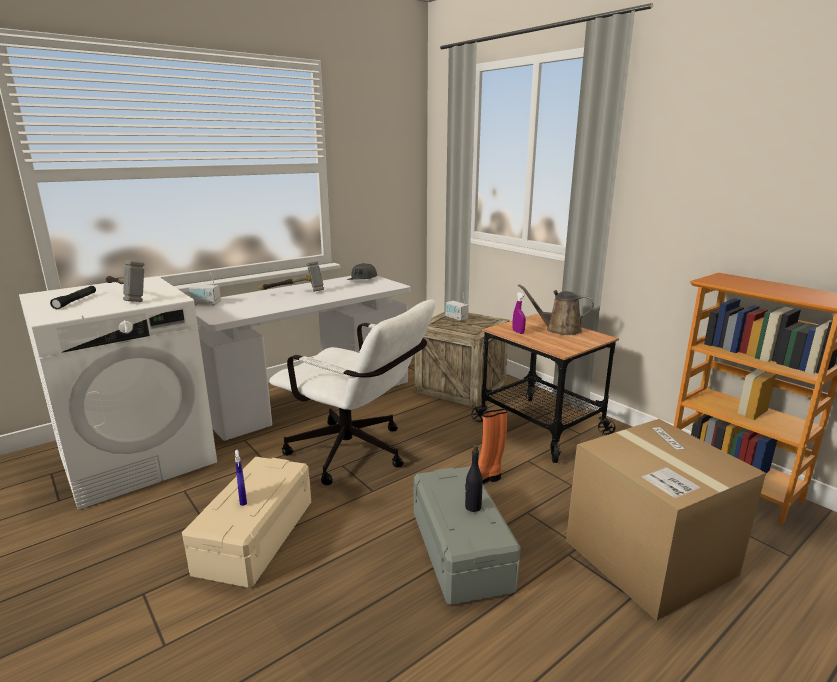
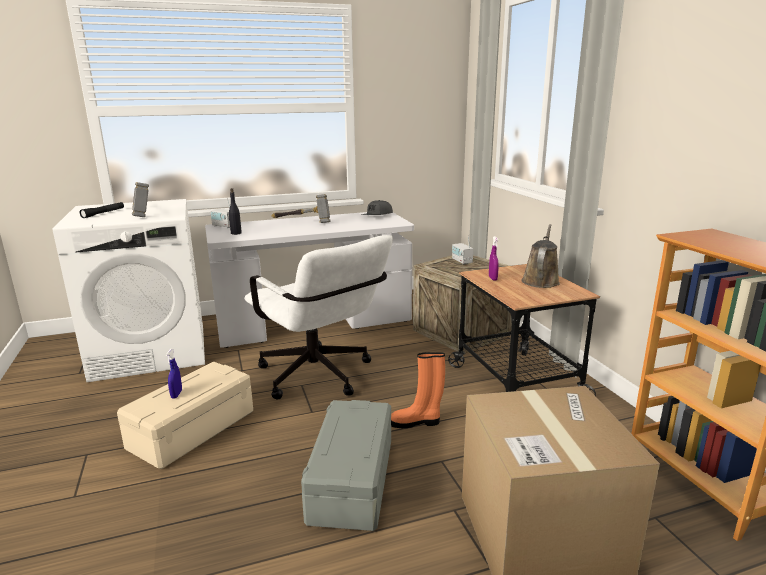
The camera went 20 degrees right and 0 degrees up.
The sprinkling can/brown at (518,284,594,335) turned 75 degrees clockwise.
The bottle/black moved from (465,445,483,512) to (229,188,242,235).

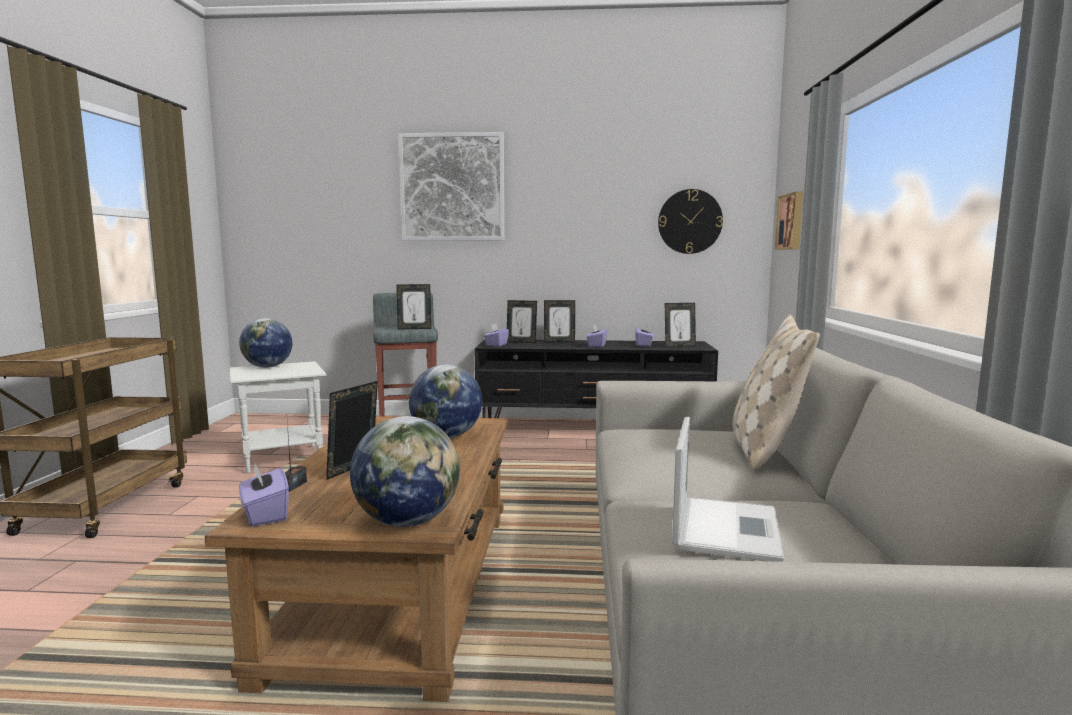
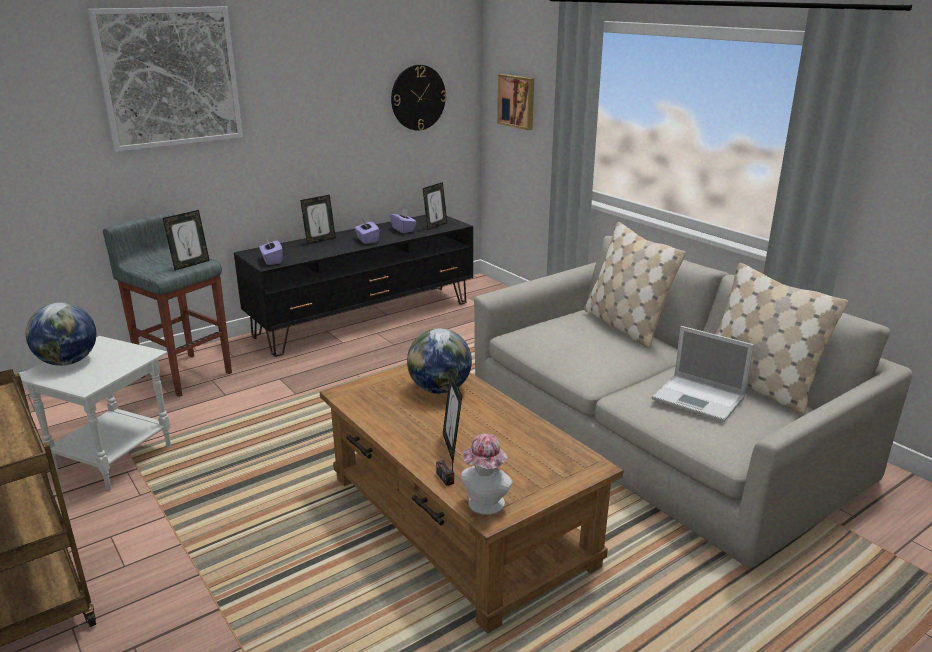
The camera went 40 degrees left and 15 degrees up.
The photo frame at (507,300,537,343) disappeared.
The globe at (350,416,460,527) disappeared.
The laptop at (672,417,784,562) turned 150 degrees clockwise.
The tissue holder/purple at (239,462,289,527) was replaced by the wearable hat at (461,433,513,515).
The cushion/beige at (715,263,848,414) appeared.

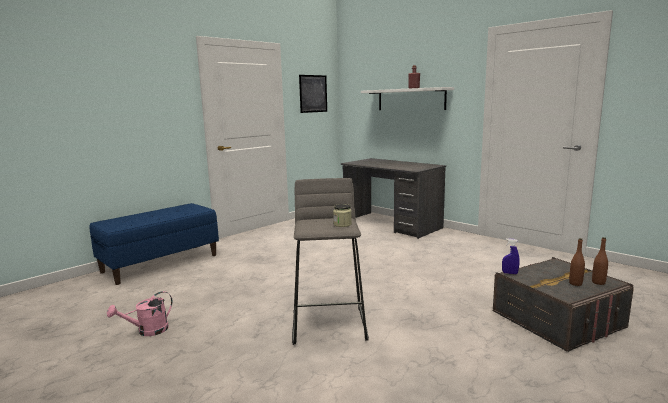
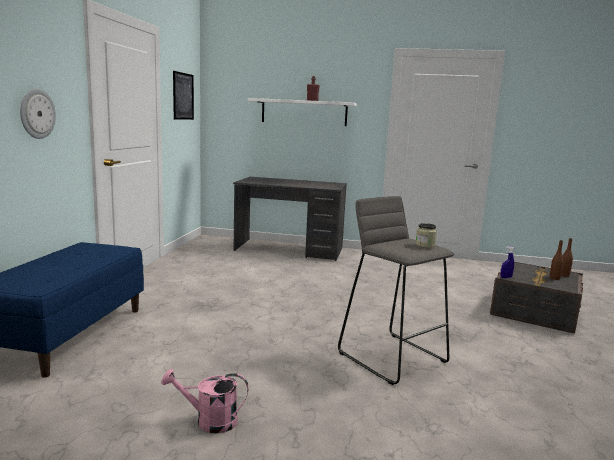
The camera went 35 degrees left and 0 degrees up.
The sprinkling can/pink at (107,291,173,336) turned 75 degrees clockwise.
The hanging clock at (20,89,56,139) appeared.

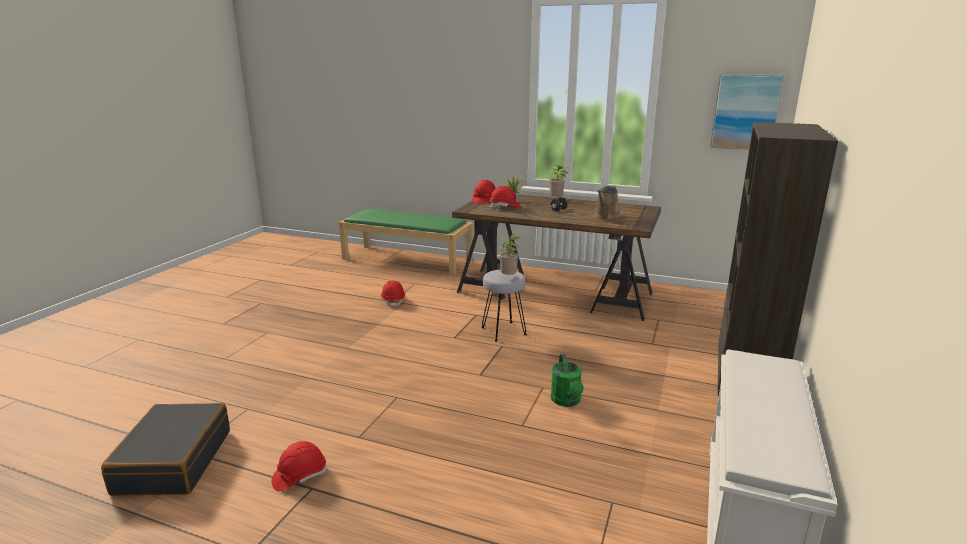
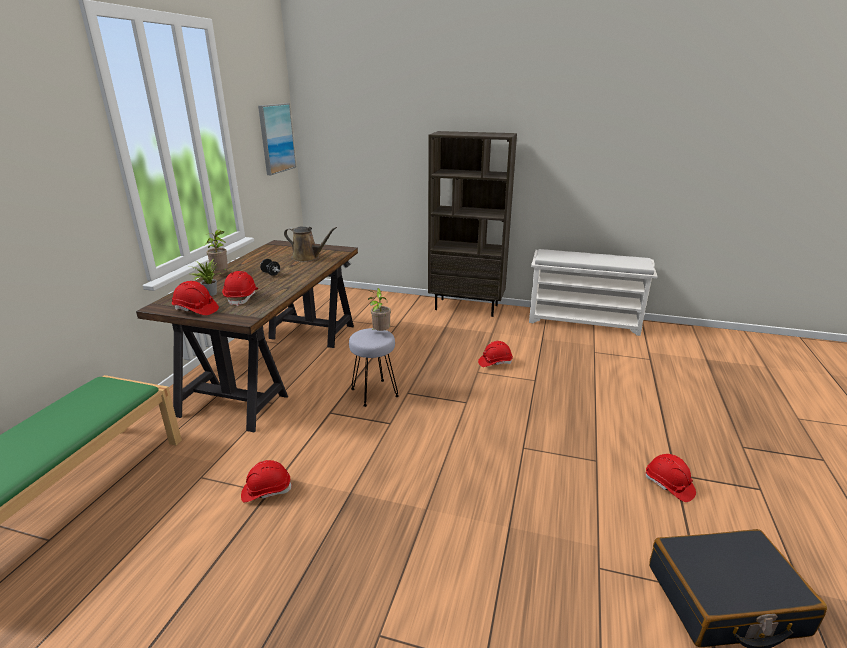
The camera went 95 degrees left and 5 degrees up.
The sprinkling can/greenish at (551,354,584,407) was replaced by the work helmet/reddish at (478,341,513,367).

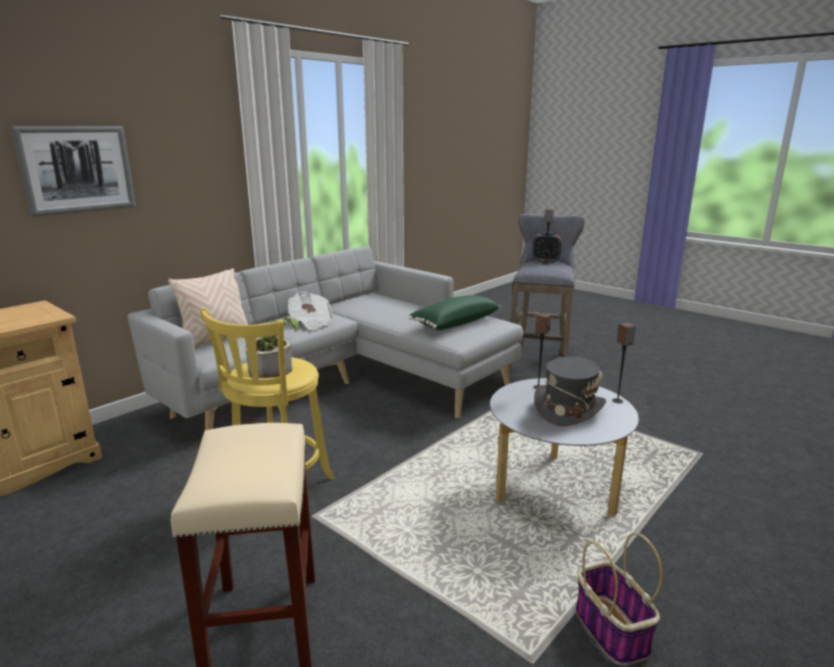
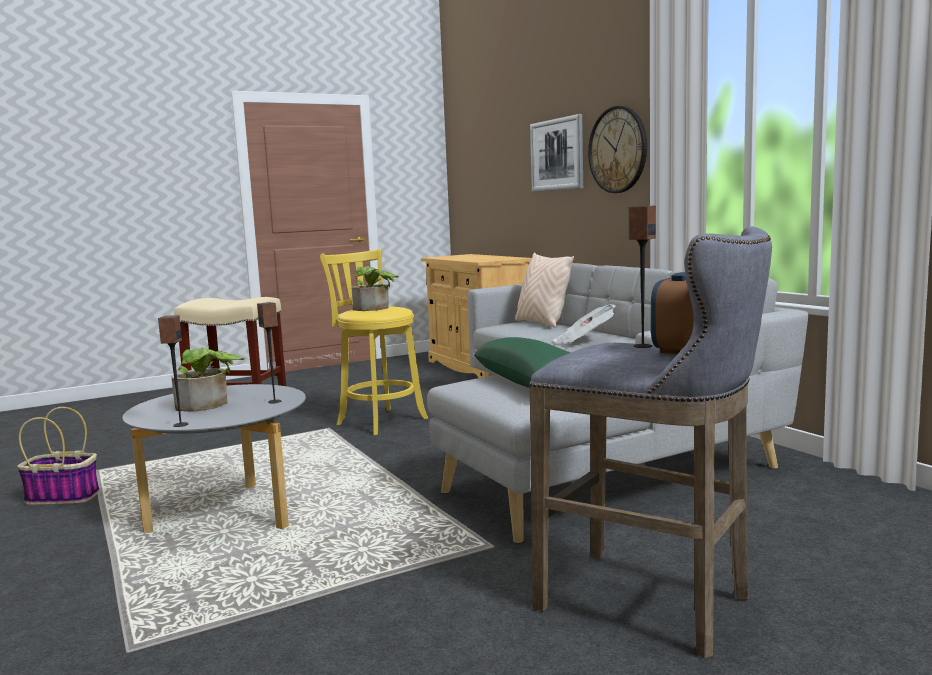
The camera went 110 degrees right and 10 degrees down.
The wearable hat/grey at (534,357,606,426) was replaced by the houseplant at (171,348,245,412).
The hanging clock at (588,106,647,193) appeared.

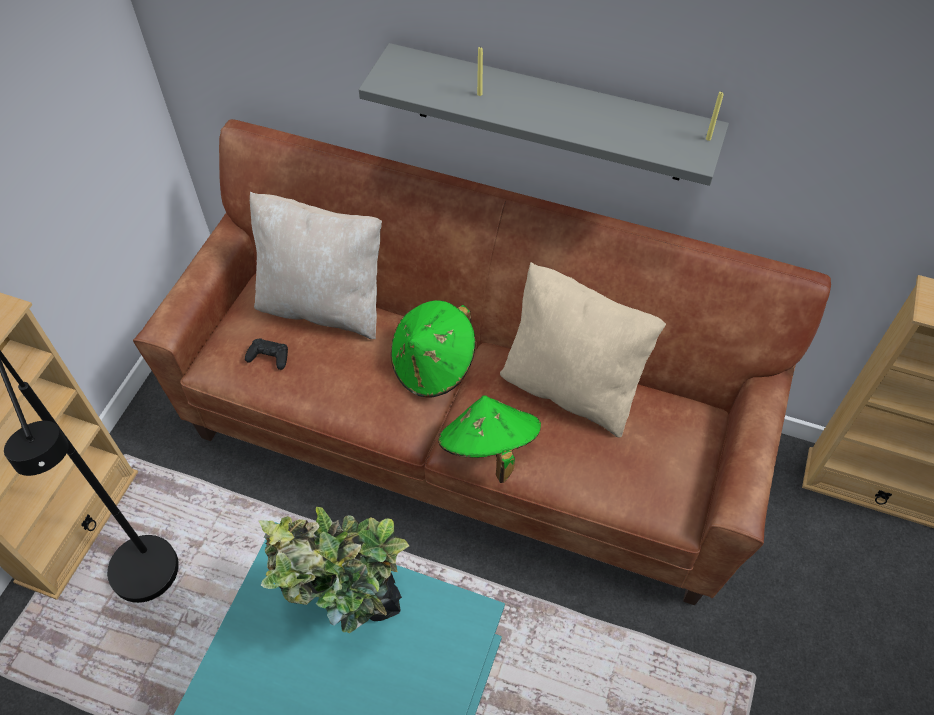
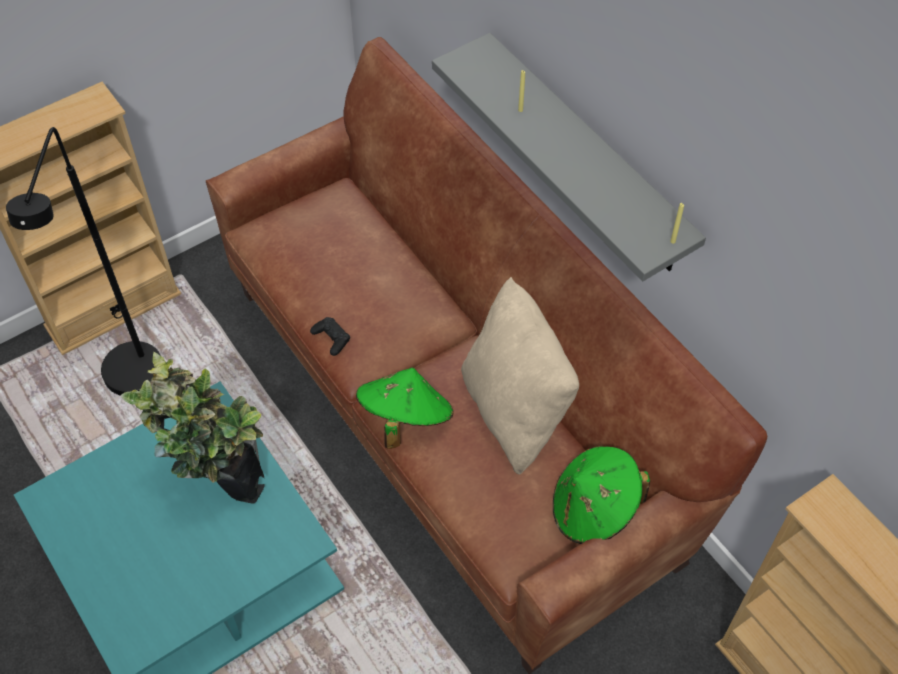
The camera went 35 degrees right and 0 degrees up.
The cushion/beige at (250,192,382,339) disappeared.
The wearable hat/greenish moved from (391,300,475,398) to (553,447,650,544).
The joypad/black moved from (245,338,288,370) to (310,317,350,356).

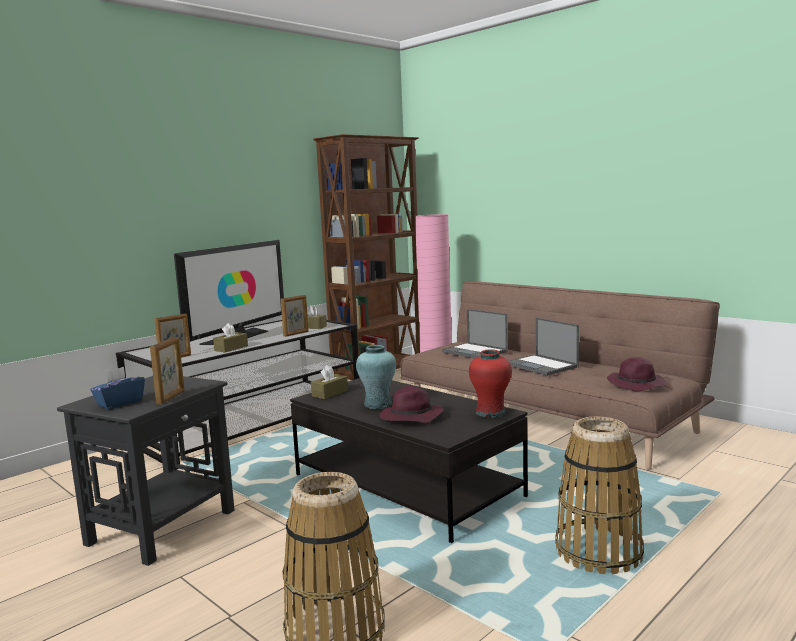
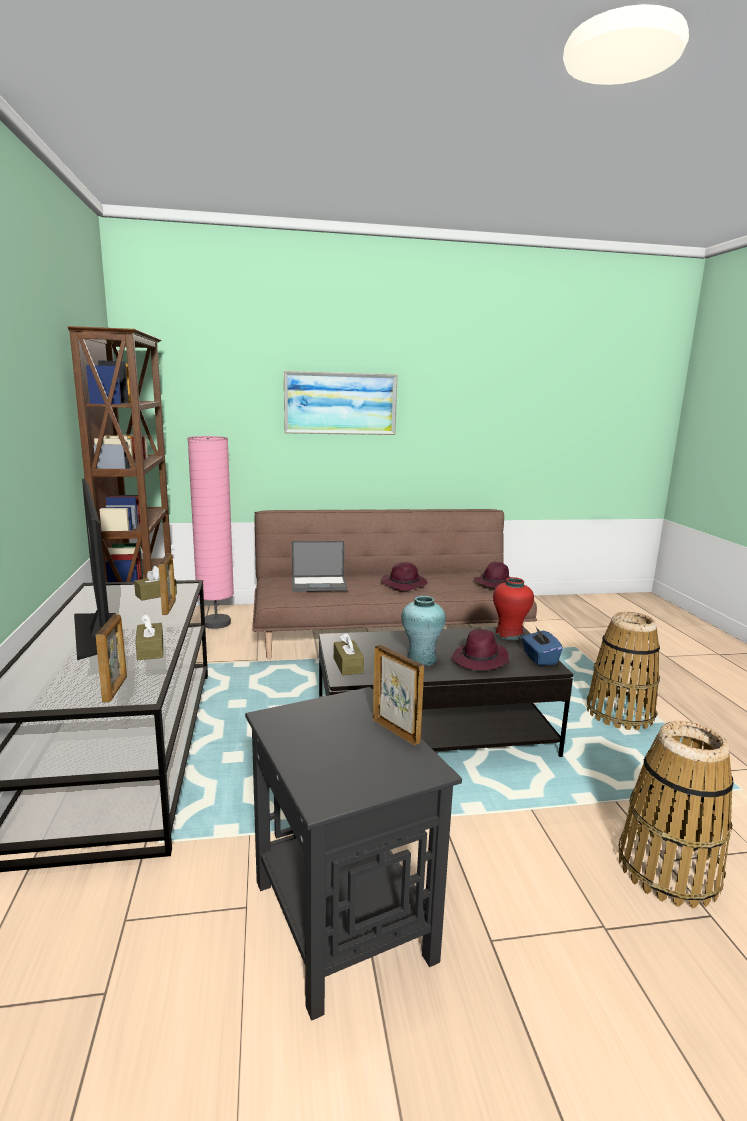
The camera went 55 degrees left and 5 degrees up.
The laptop at (509,317,579,376) was replaced by the wearable hat/purple at (381,562,427,591).
The tissue holder/blue-coloured moved from (91,367,145,409) to (522,627,563,666).
The picture at (284,371,398,435) appeared.

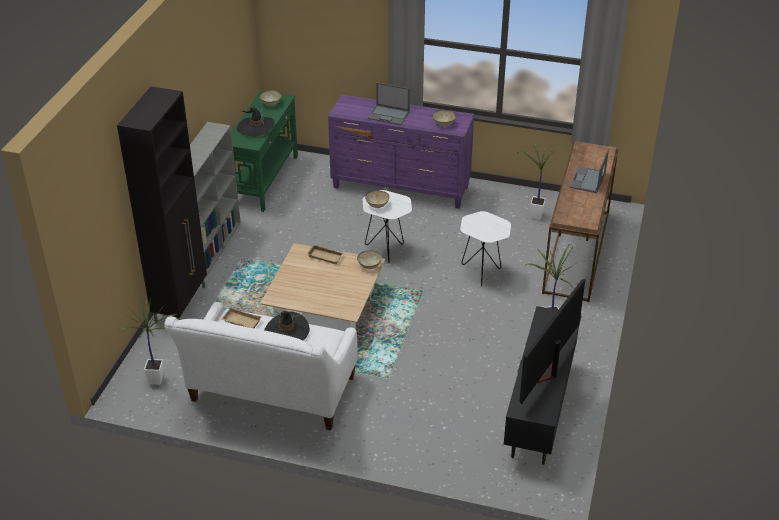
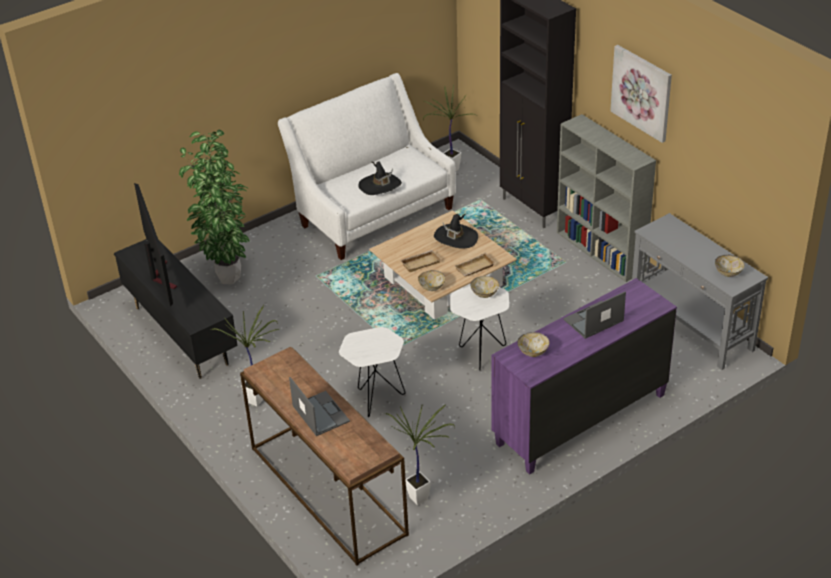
The camera went 130 degrees right and 0 degrees up.
The hall table/greenish at (231,91,298,212) became the hall table/grey at (632,213,768,370).
The wearable hat/black moved from (237,106,275,136) to (434,214,478,249).
The tray/beige moved from (221,307,262,328) to (400,250,441,272).
The picture at (610,45,672,143) appeared.
The houseplant at (179,130,249,284) appeared.

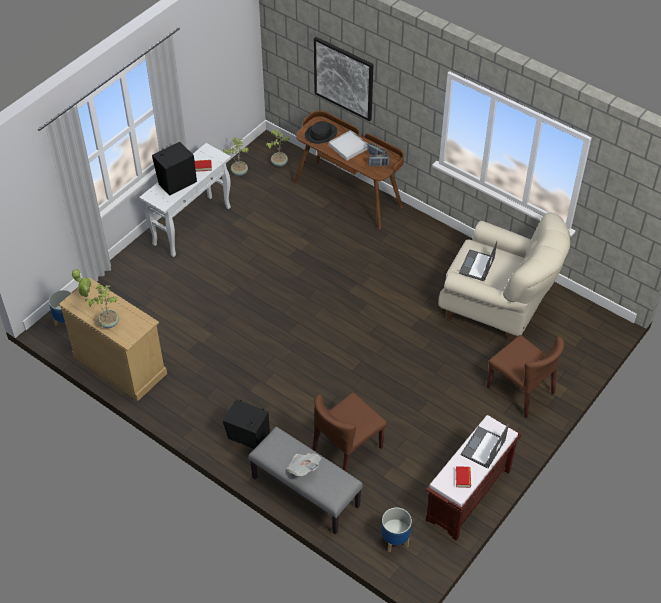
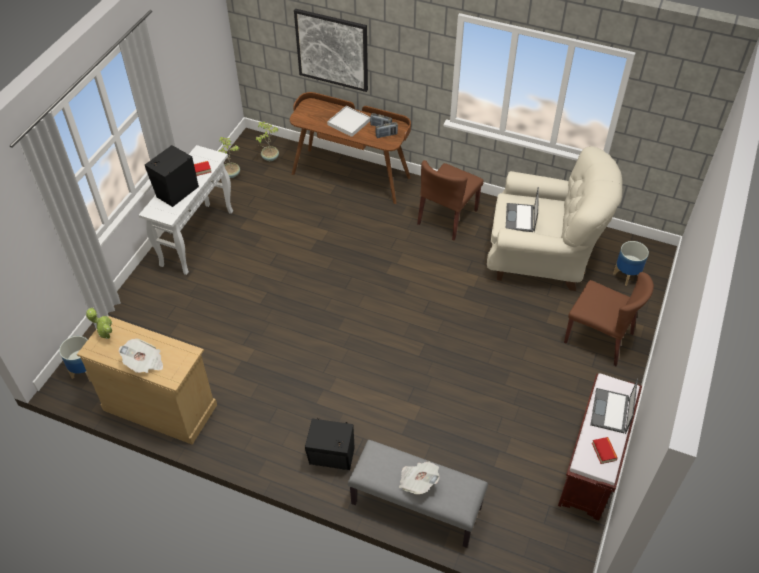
The camera went 15 degrees left and 0 degrees up.
The wearable hat/black at (305,121,337,144) disappeared.
The houseplant at (85,284,119,328) was replaced by the newspaper at (119,338,163,373).
The plain chair/brown moved from (312,392,387,472) to (417,160,484,240).
The plant pot moved from (381,507,412,553) to (613,241,649,286).

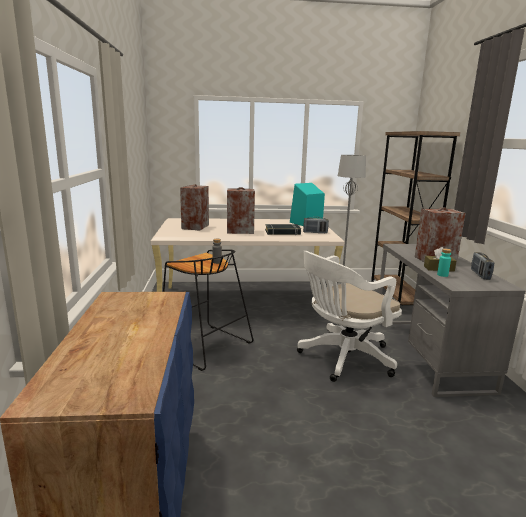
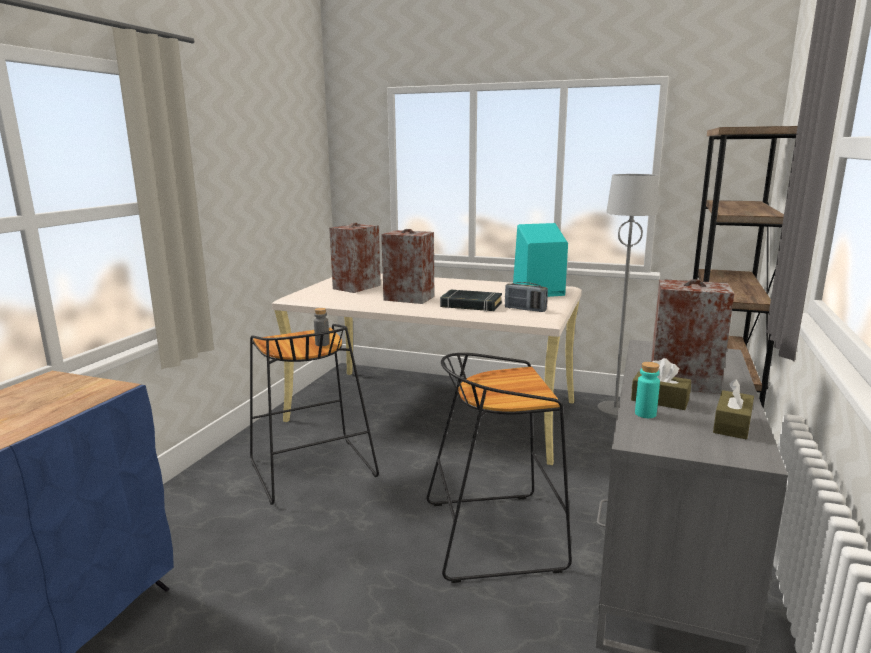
The camera went 25 degrees right and 0 degrees up.
The desk chair/white at (297,251,402,382) was replaced by the stool/black at (427,353,572,583).
The radio receiver at (471,252,494,280) was replaced by the tissue holder/brown at (713,379,754,439).

